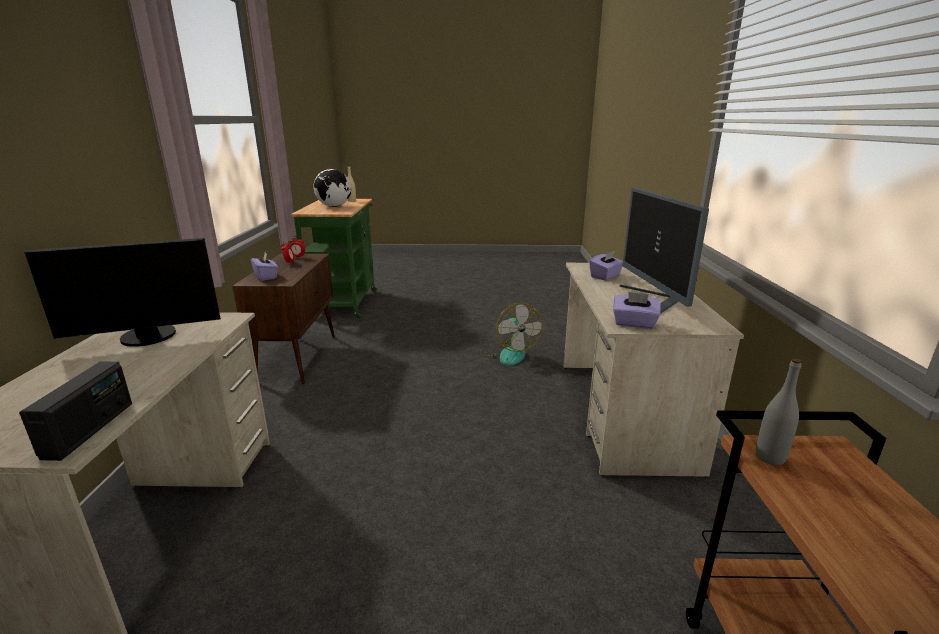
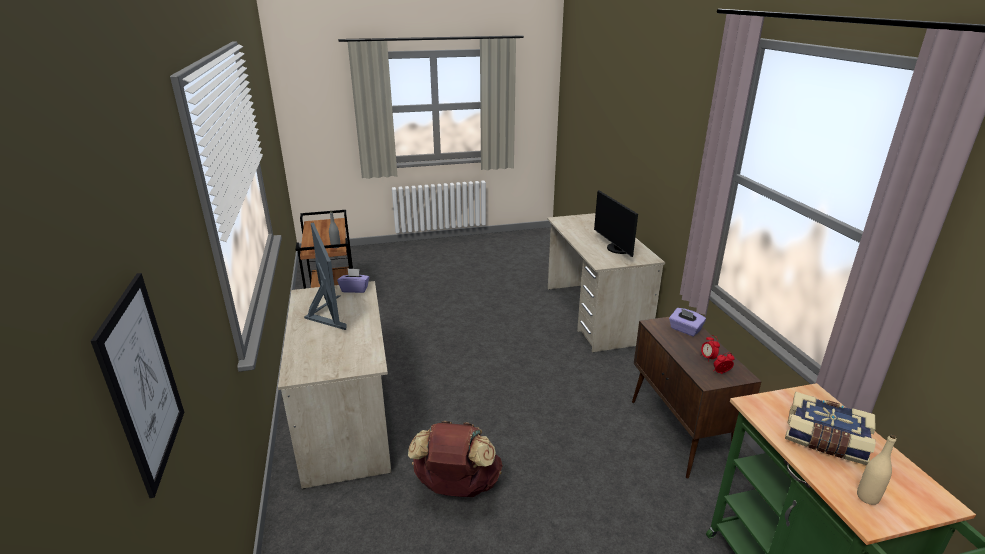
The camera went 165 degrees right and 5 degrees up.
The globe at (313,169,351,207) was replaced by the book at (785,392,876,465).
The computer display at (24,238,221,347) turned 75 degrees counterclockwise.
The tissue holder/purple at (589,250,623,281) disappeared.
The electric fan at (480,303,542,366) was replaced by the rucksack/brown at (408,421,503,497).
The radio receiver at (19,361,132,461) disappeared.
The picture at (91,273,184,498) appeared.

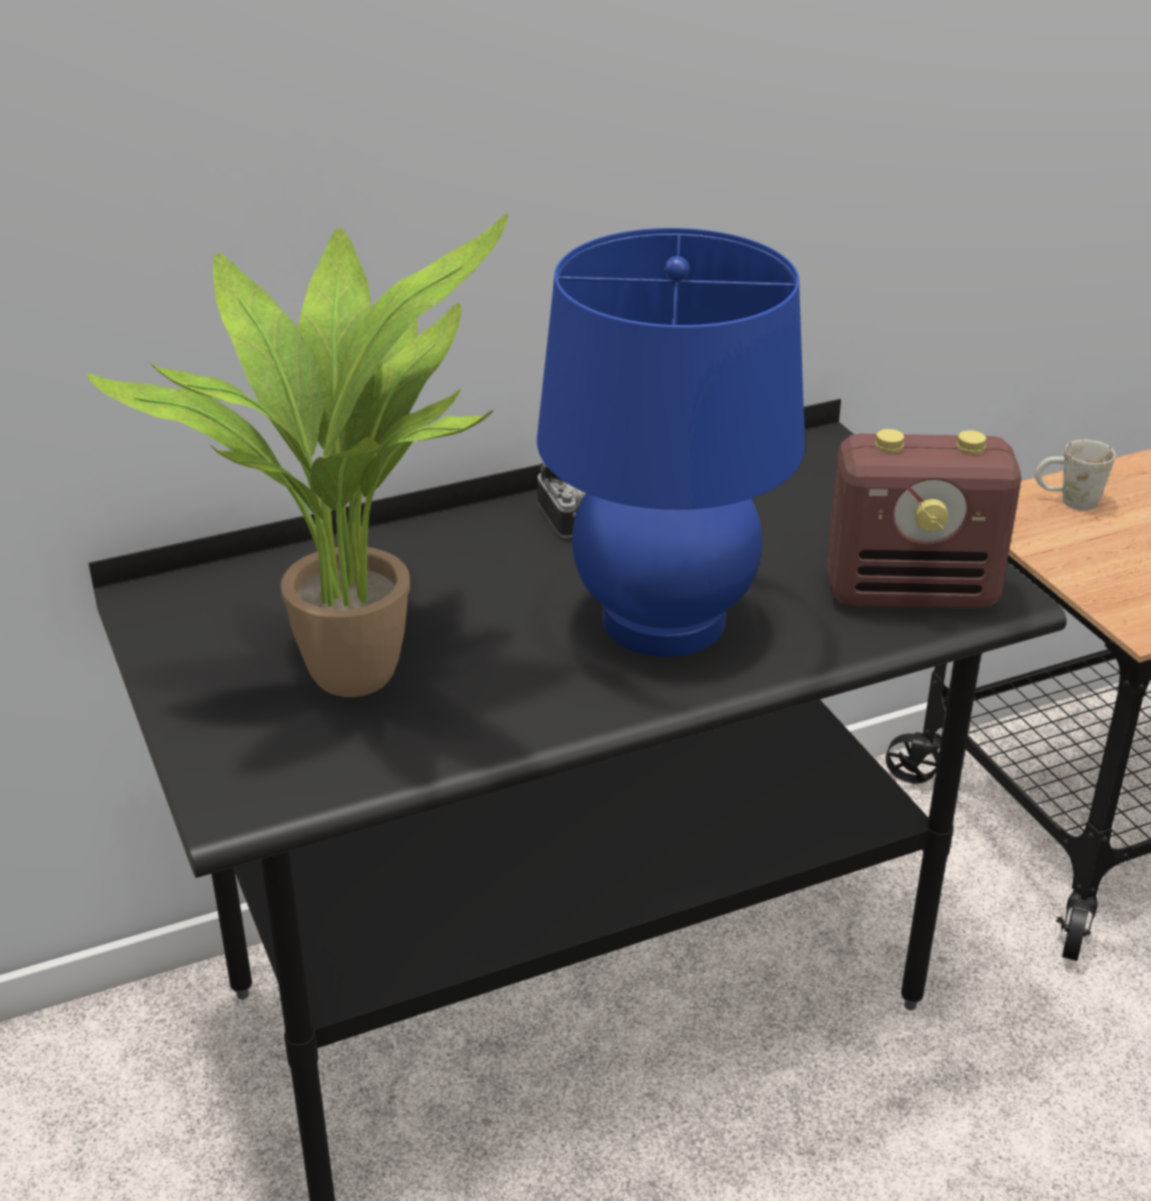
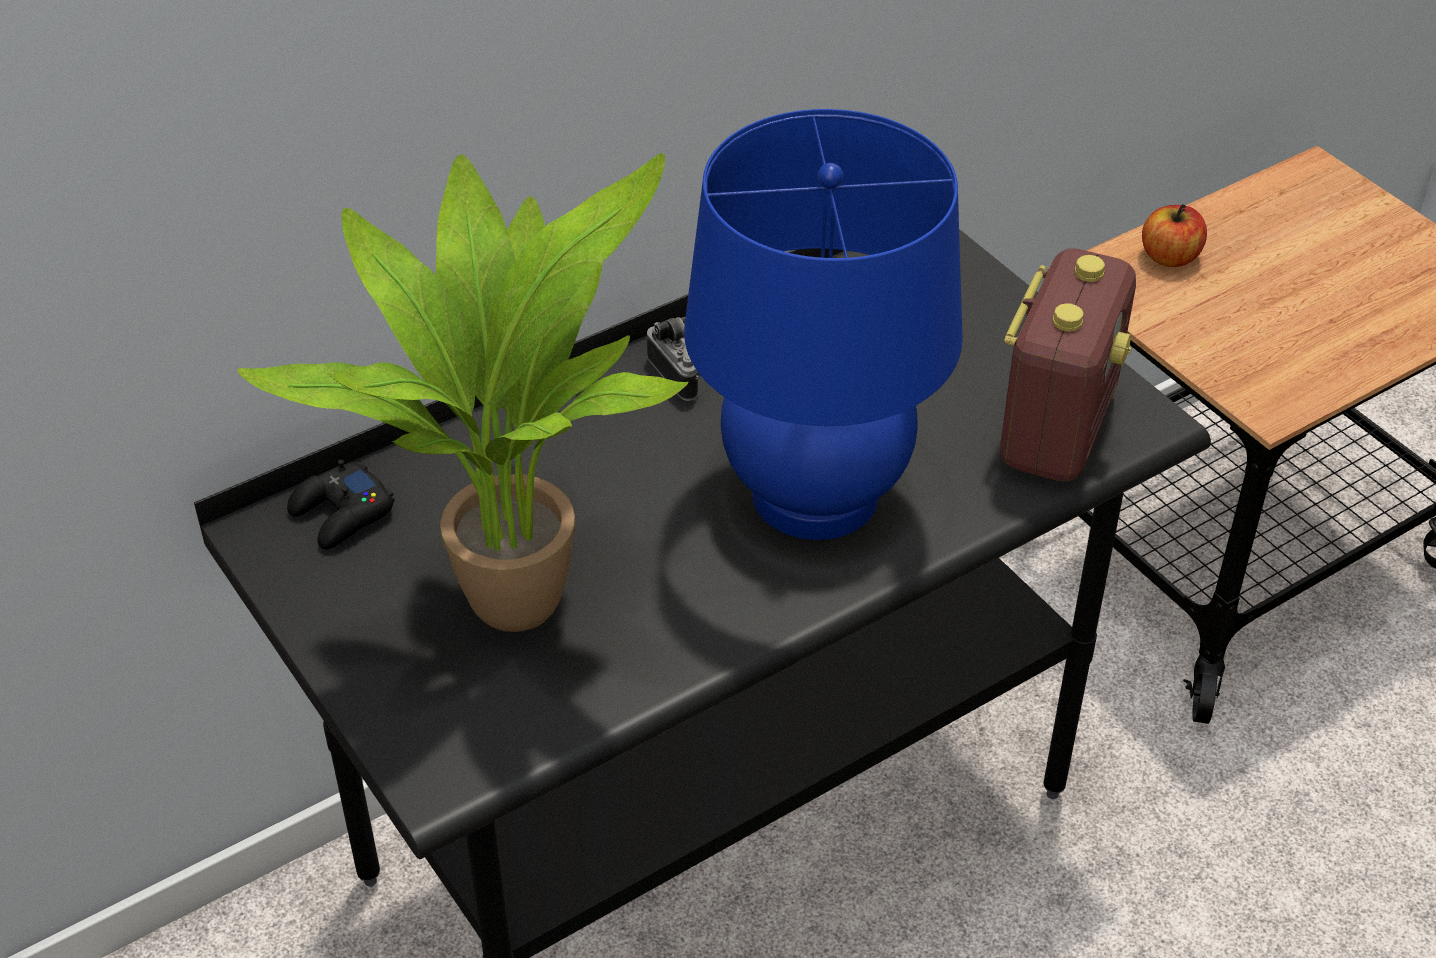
The camera went 10 degrees left and 10 degrees up.
The radio receiver at (826,429,1022,608) turned 60 degrees counterclockwise.
The tea mug/white at (1035,440,1116,510) was replaced by the whole apple at (1142,204,1207,267).
The joypad/black at (287,459,395,549) appeared.

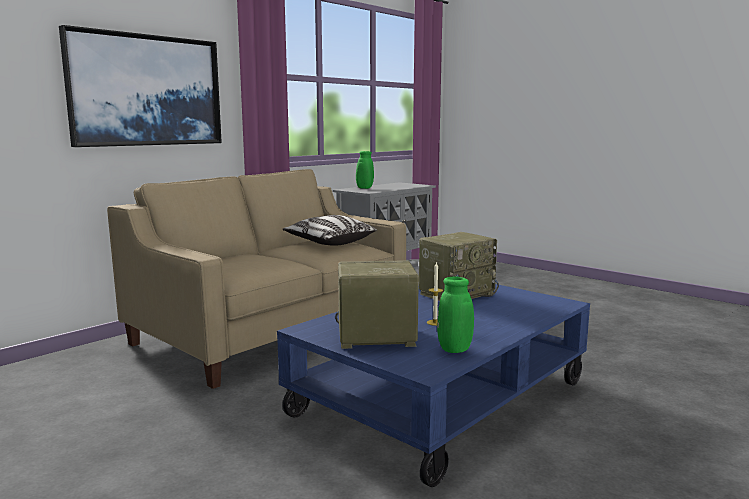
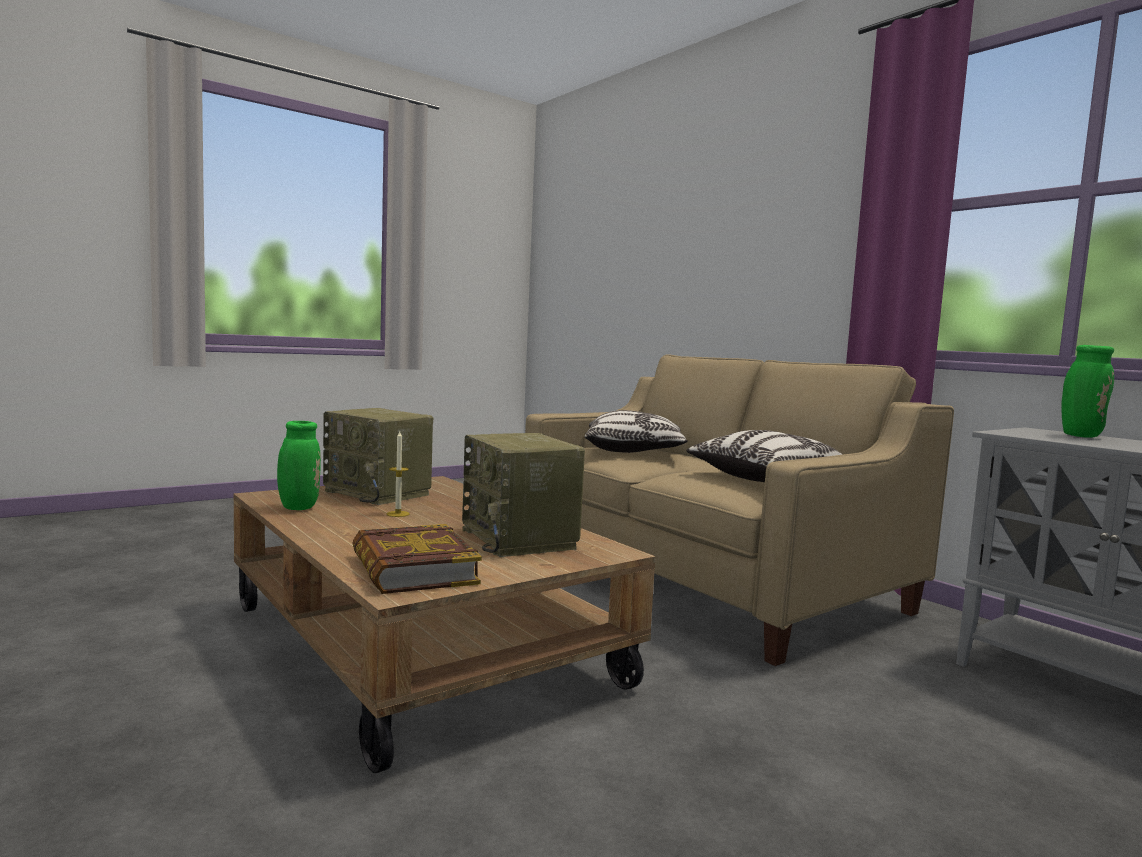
The camera went 100 degrees right and 5 degrees down.
The picture at (59,25,222,147) disappeared.
The radio receiver at (335,260,419,349) turned 120 degrees clockwise.
The coffee table/blue-coloured at (277,284,590,487) became the coffee table/brown at (233,476,656,773).
The cushion at (585,410,688,453) appeared.
The book at (352,524,482,594) appeared.

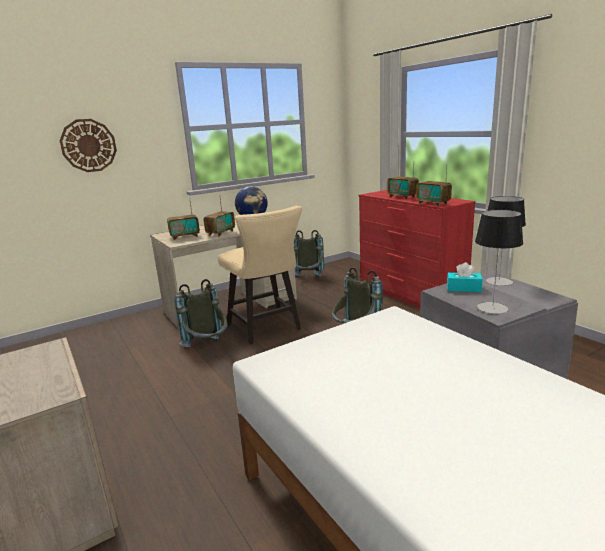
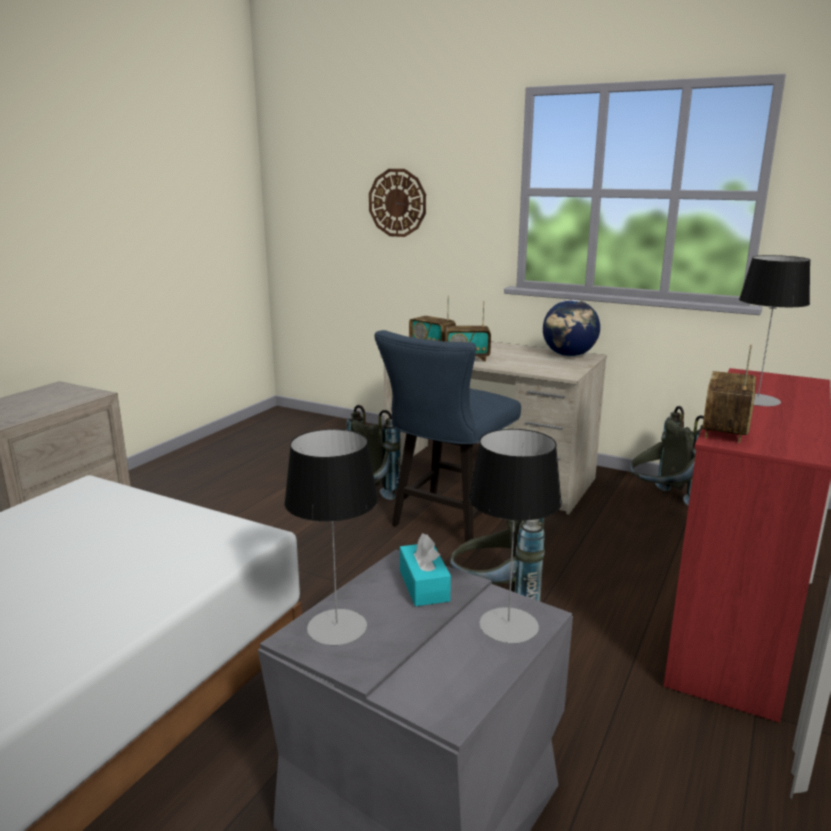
The camera went 60 degrees right and 0 degrees up.
The radio receiver at (387,161,419,200) was replaced by the table lamp at (739,255,811,406).
The plain chair/beige at (218,206,302,345) became the plain chair/blue-coloured at (375,330,521,542).

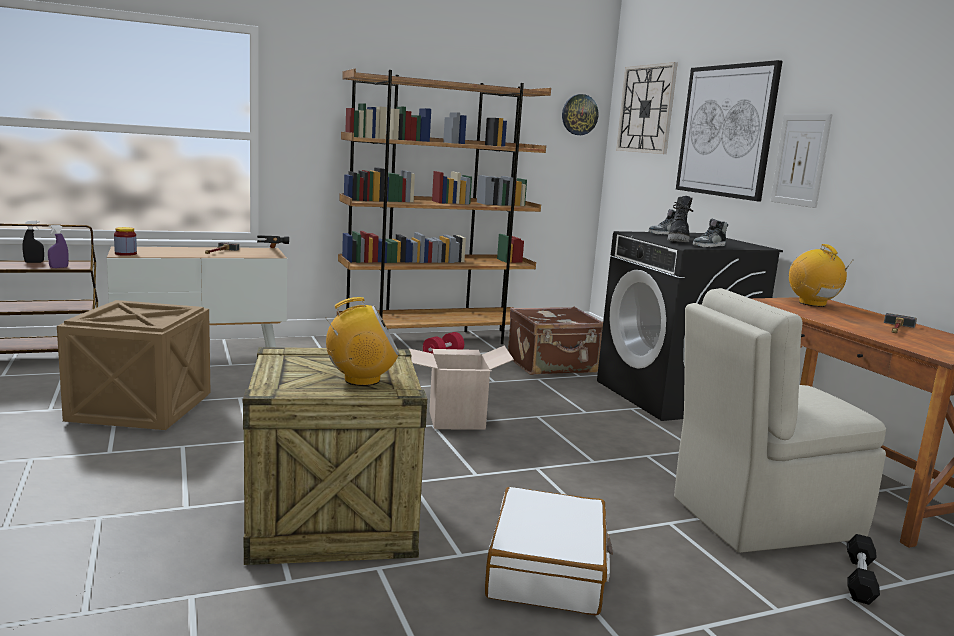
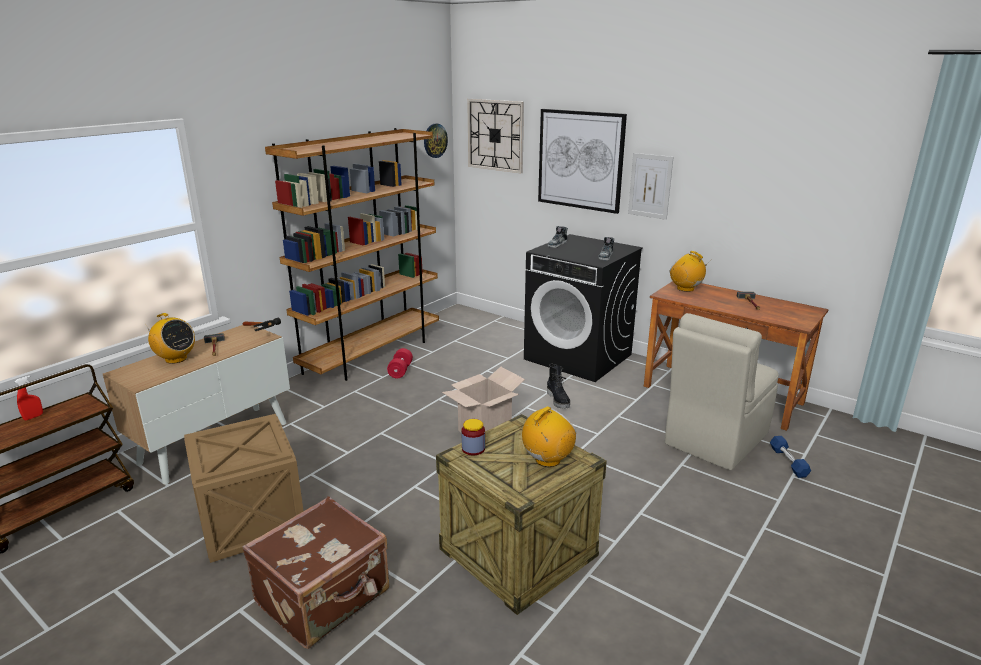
The camera went 30 degrees left and 10 degrees up.
The high-top boot/black moved from (667,196,693,242) to (547,364,570,409).
The sprayer/black at (23,221,44,263) became the sprayer/reddish at (15,376,43,421).
The sprayer/purple at (48,225,69,268) disappeared.
The jar moved from (114,227,137,256) to (462,419,485,456).
The travel case/brown moved from (508,307,603,375) to (242,496,390,649).
The travel case/white at (485,487,613,616) disappeared.
The hand weight/black at (847,534,880,605) became the hand weight/blue-coloured at (770,436,811,478).
The radio receiver at (146,313,195,364) appeared.

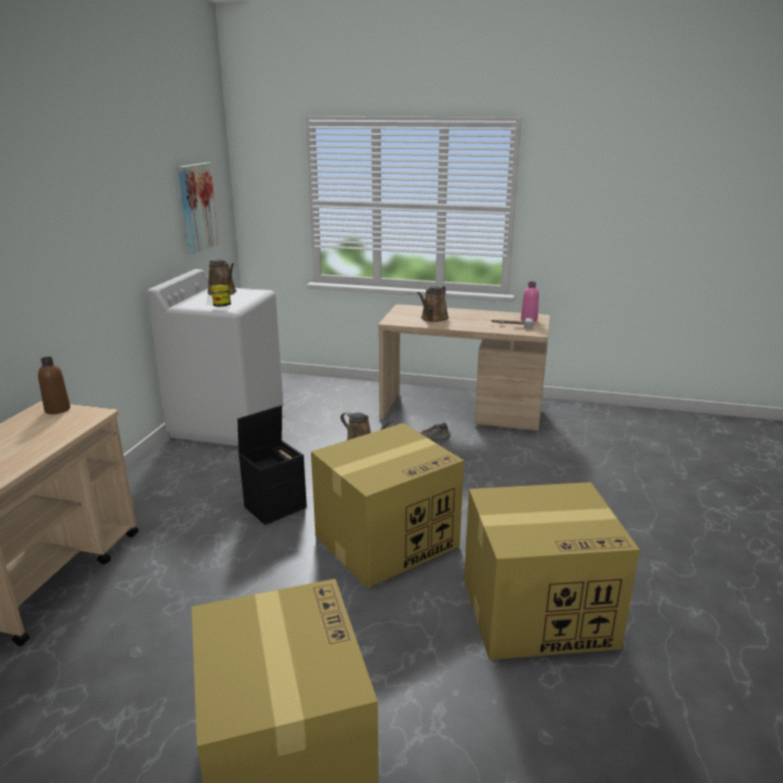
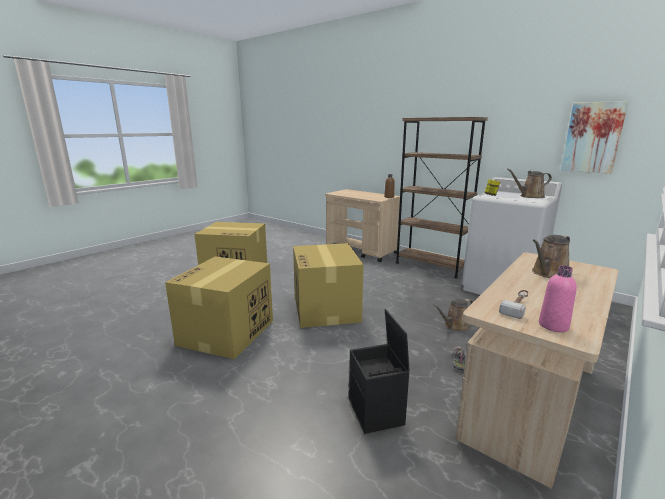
The camera went 115 degrees right and 5 degrees down.
The sprinkling can/brown at (417,286,449,322) turned 90 degrees counterclockwise.
The storage container/black moved from (237,405,307,525) to (349,309,410,434).
The shelving unit/brown at (396,117,488,278) appeared.

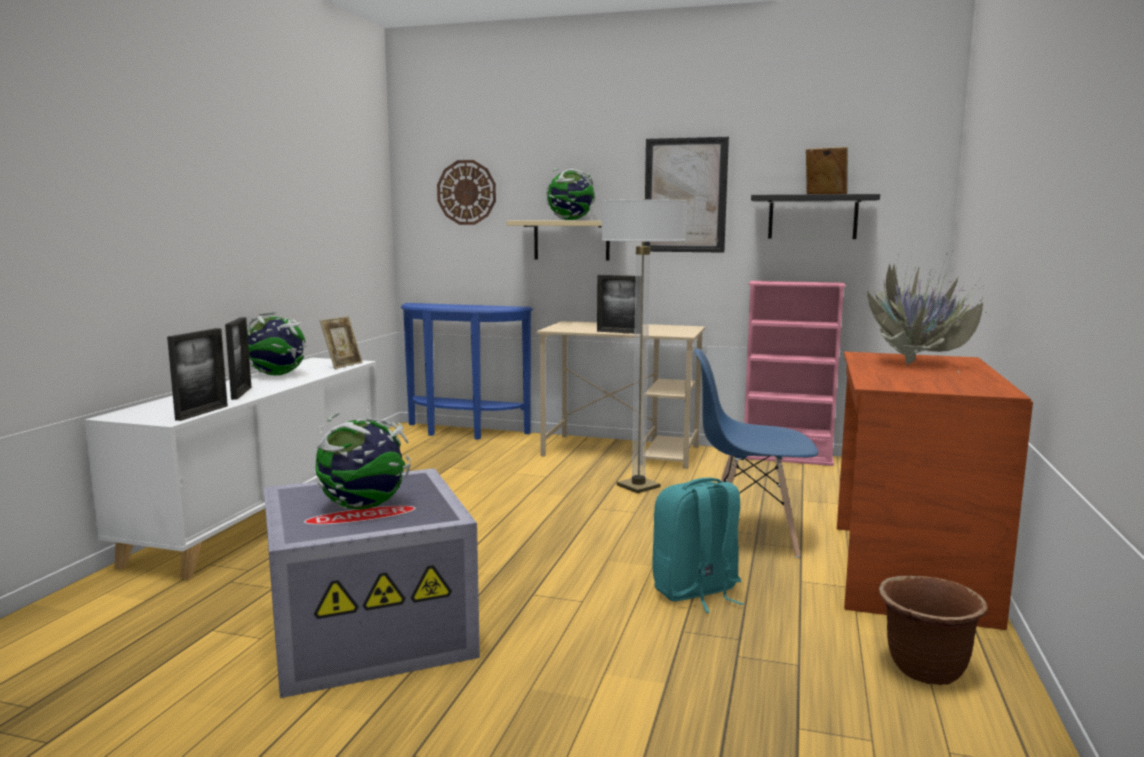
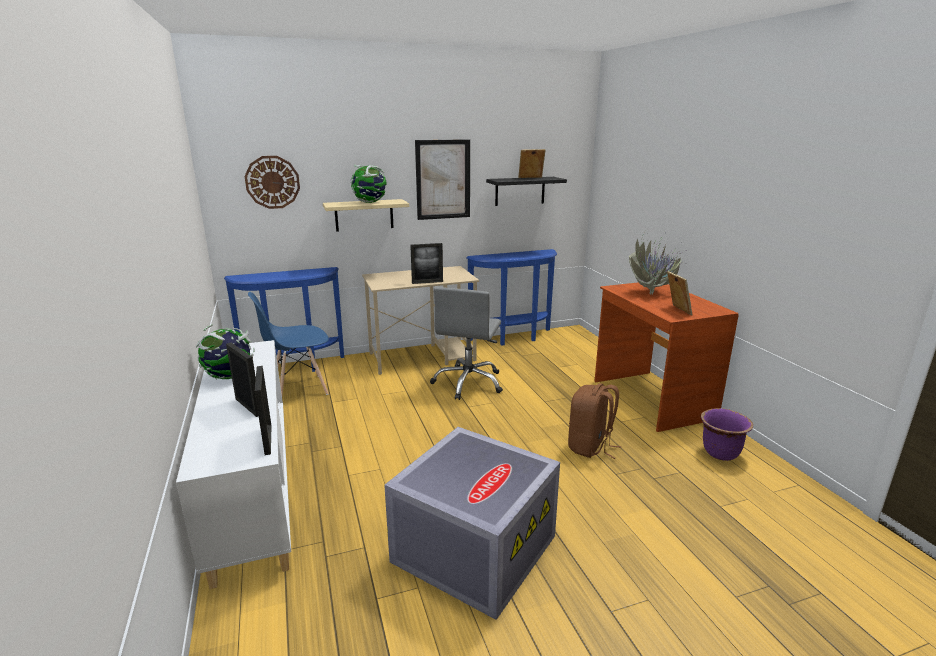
The camera went 35 degrees left and 10 degrees up.
The floor lamp at (601,199,687,493) was replaced by the desk chair/grey at (430,287,503,400).
The shelving unit/pink at (744,281,846,466) was replaced by the hall table/blue-coloured at (466,249,557,346).
The photo frame moved from (320,316,363,369) to (667,271,693,316).
The plain chair/blue-coloured moved from (694,348,819,558) to (248,292,329,395).
The globe at (313,413,411,510) disappeared.
The rucksack/blue-green at (652,478,744,613) became the rucksack/brown at (568,384,622,459).
The plant pot/brown at (879,576,988,685) became the plant pot/purple at (701,408,753,461).

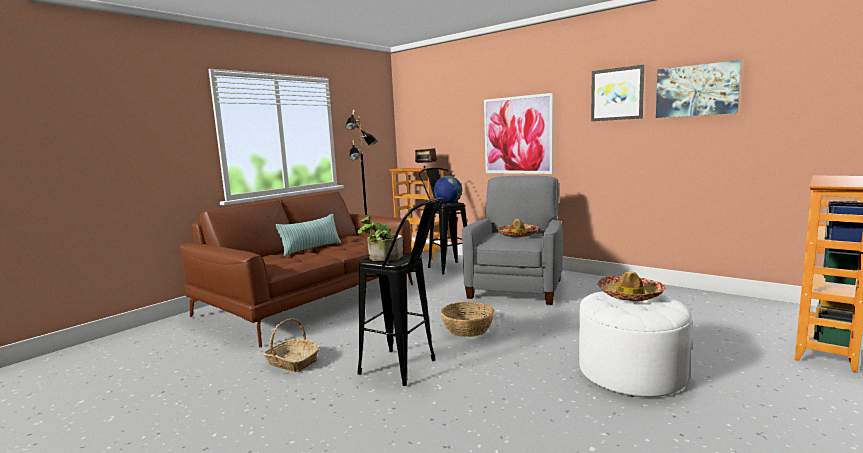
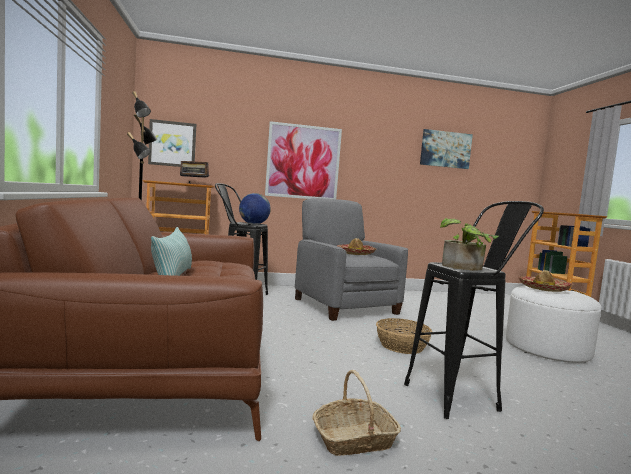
The camera went 50 degrees left and 5 degrees down.
The picture moved from (591,65,645,121) to (148,119,196,167).

